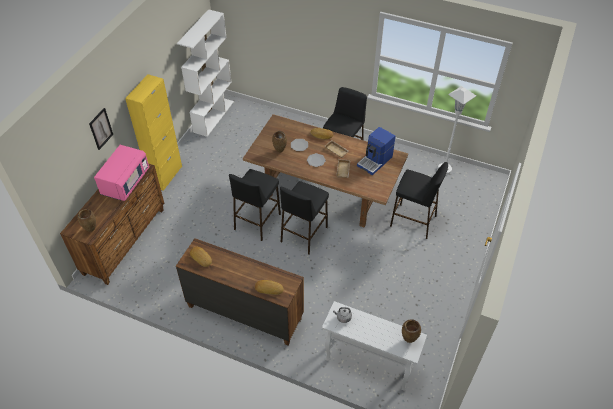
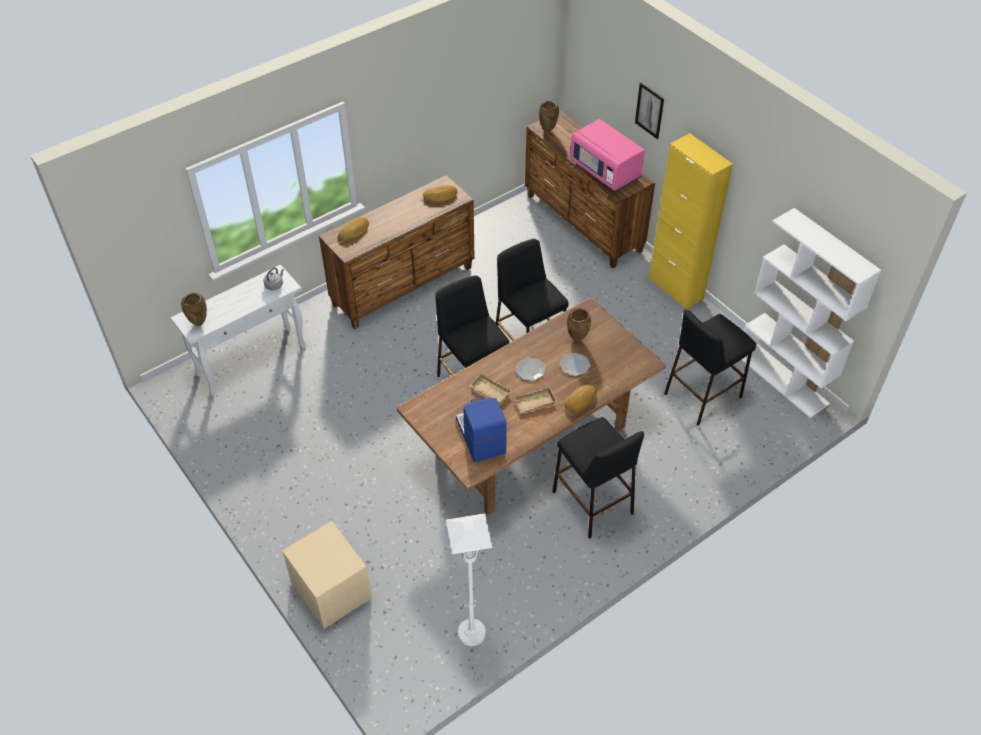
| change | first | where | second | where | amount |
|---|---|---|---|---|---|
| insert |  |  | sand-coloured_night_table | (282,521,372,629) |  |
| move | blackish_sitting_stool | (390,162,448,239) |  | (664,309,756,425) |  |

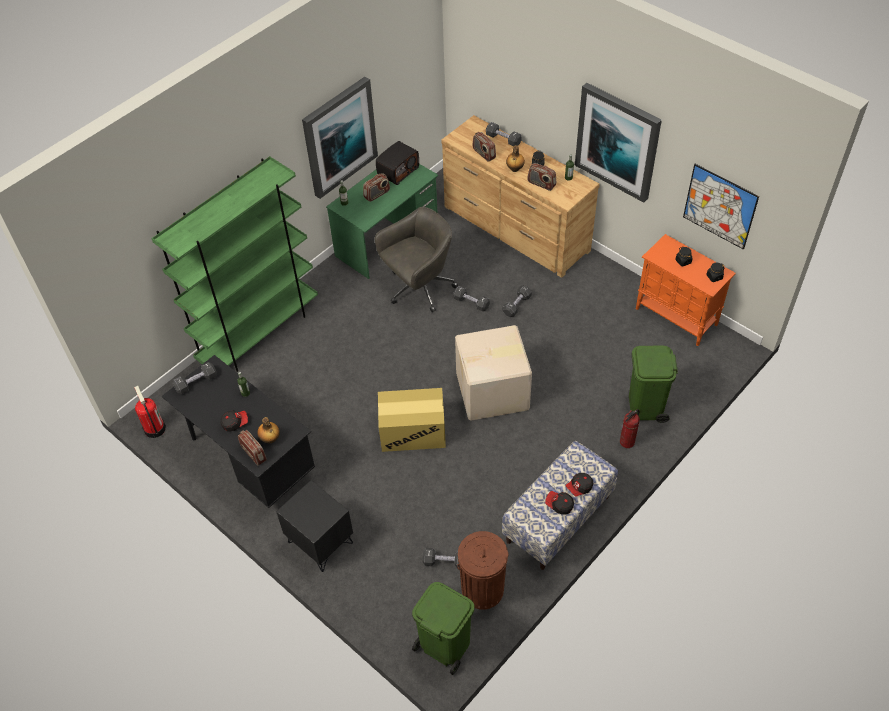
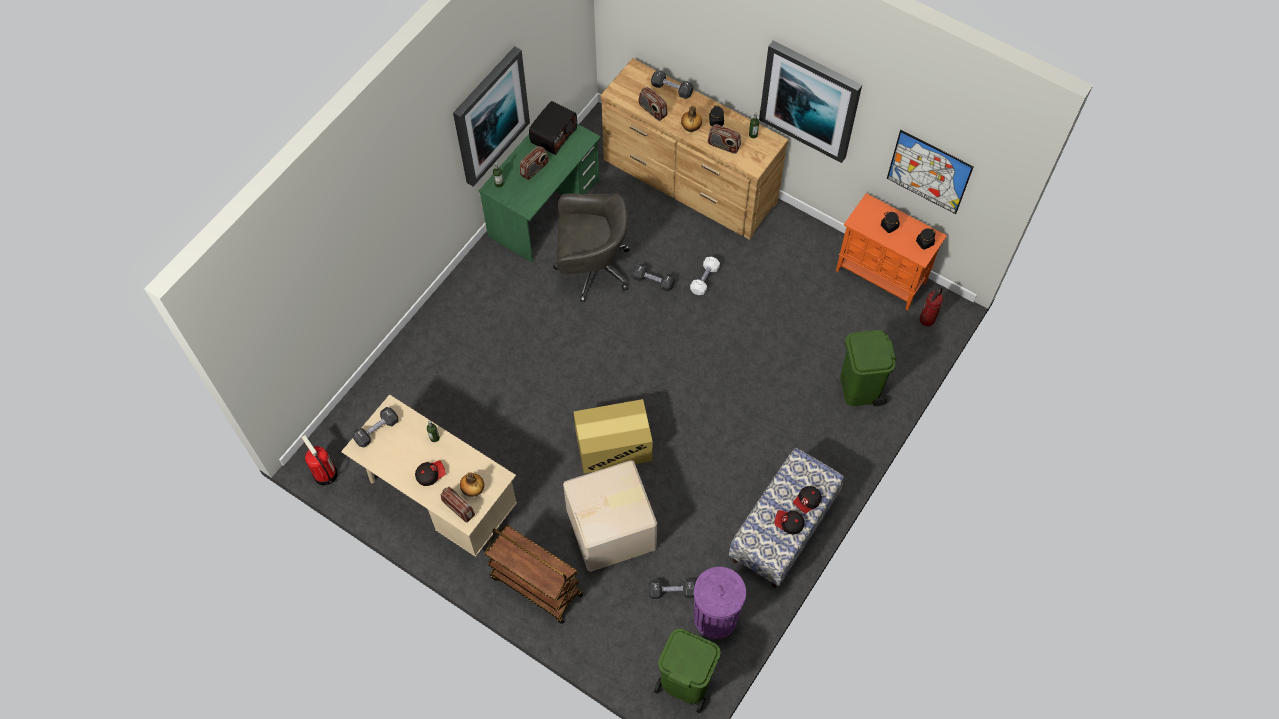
| change | first | where | second | where | amount |
|---|---|---|---|---|---|
| delete | green_bookshelf | (151,156,318,372) |  |  |  |
| move | cardboard_box | (455,325,532,421) |  | (563,460,657,572) |  |
| move | extinguisher | (620,409,640,448) |  | (919,288,943,326) |  |
| replace | blackish_night_table | (276,480,353,572) | brown-coloured_wheeled_cart | (484,525,583,624) |  |
| recolor | blackish_desk_table | (162,355,315,508) | sand-coloured_desk_table | (341,394,517,557) |  |
| recolor | brown-coloured_waste_bin | (457,531,508,610) | purplish_waste_bin | (694,567,746,639) |  |
| recolor | blackish_hand_weight | (502,285,532,317) | whitish_hand_weight | (690,257,720,295) |  |
| rotate | grey_computer_chair | (375,207,458,312) |  | (553,193,630,302) | 45 degrees clockwise |

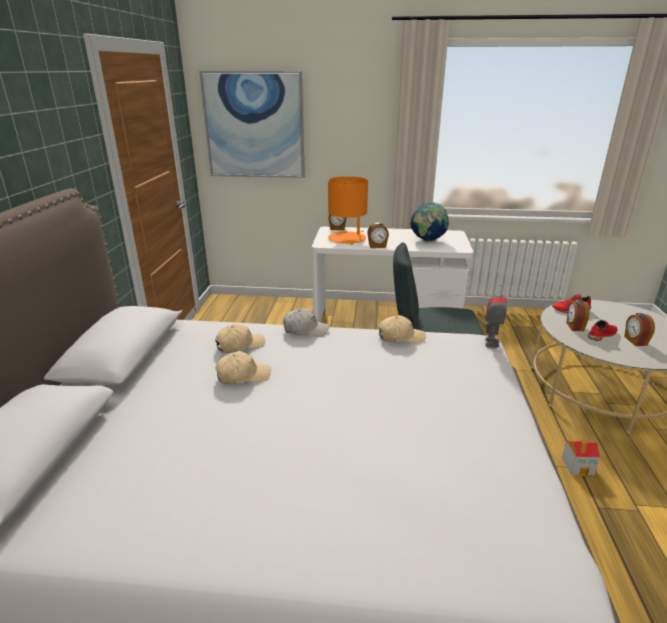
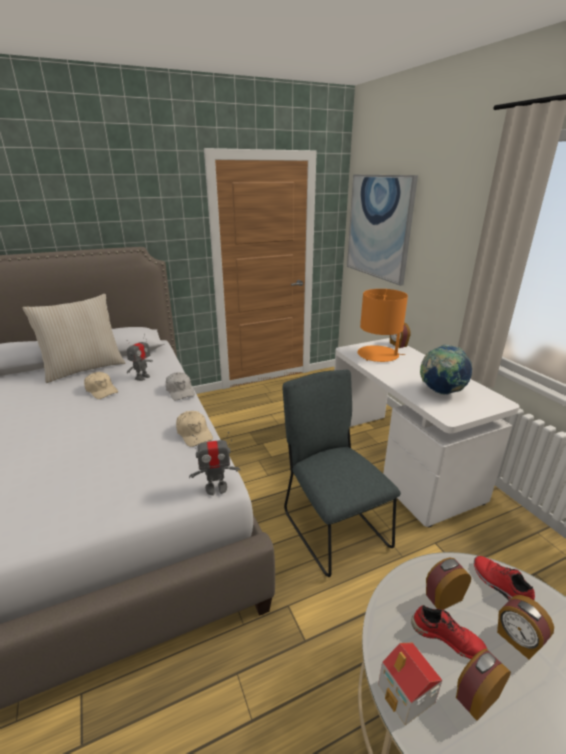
| change | first | where | second | where | amount |
|---|---|---|---|---|---|
| insert |  |  | sand-coloured_cushion | (23,294,125,383) |  |
| move | bedside_clock | (367,222,389,248) |  | (497,595,554,659) |  |
| move | toy_house | (562,441,600,476) |  | (378,642,442,725) |  |
| replace | sand-coloured_baseball_cap | (215,324,265,353) | model_robot | (127,334,153,381) |  |

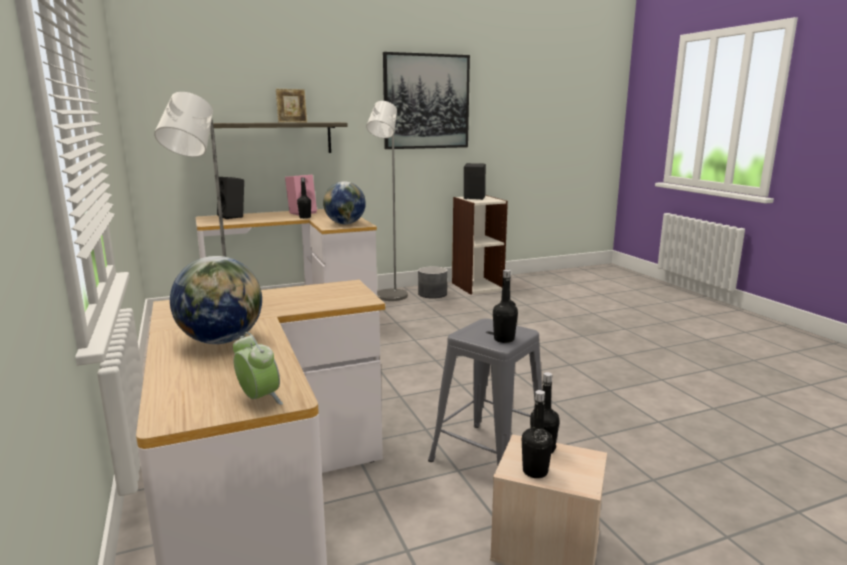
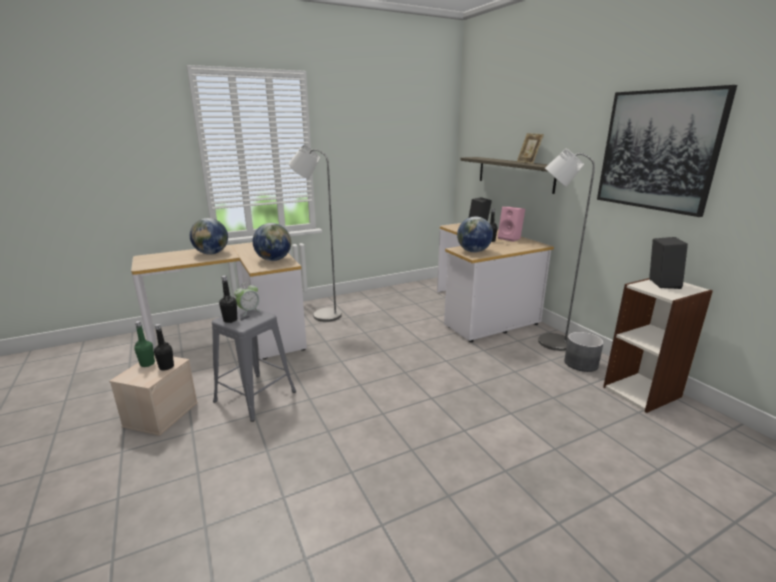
| change | first | where | second | where | amount |
|---|---|---|---|---|---|
| insert |  |  | globe | (253,223,291,261) |  |
| move | bedside_clock | (233,332,283,405) |  | (234,283,260,316) |  |
| recolor | blackish_drink_bottle | (522,390,553,478) | green_drink_bottle | (134,321,155,367) |  |

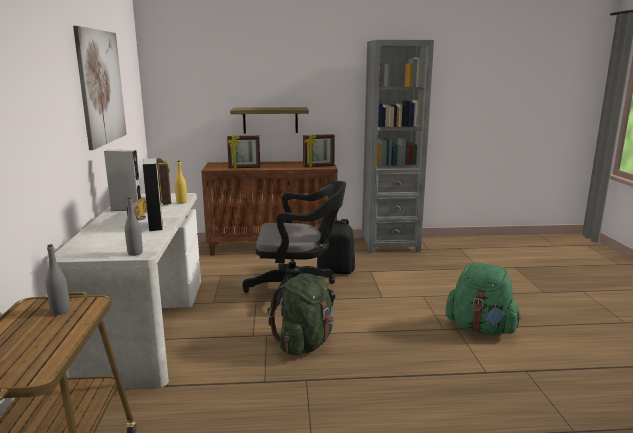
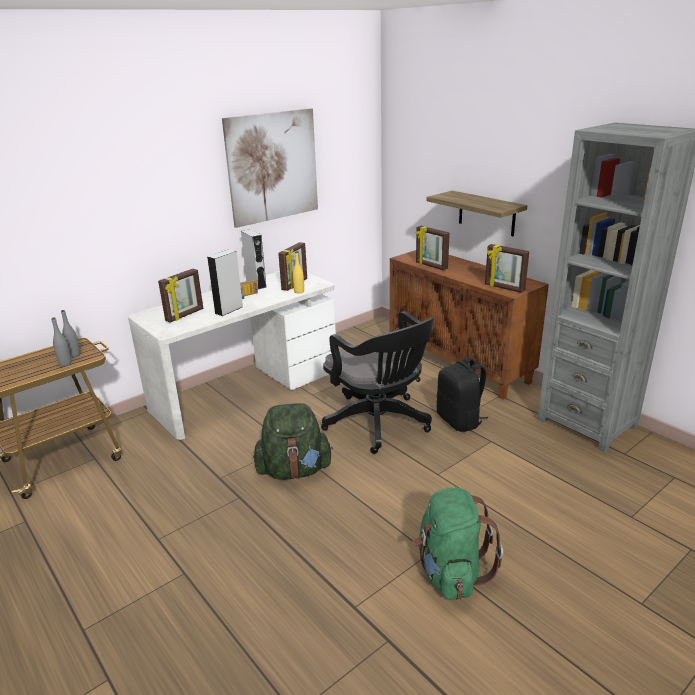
| change | first | where | second | where | amount |
|---|---|---|---|---|---|
| insert |  |  | standing_frame | (158,269,203,322) |  |
| move | grey_drink_bottle | (125,197,143,256) |  | (51,317,72,366) |  |

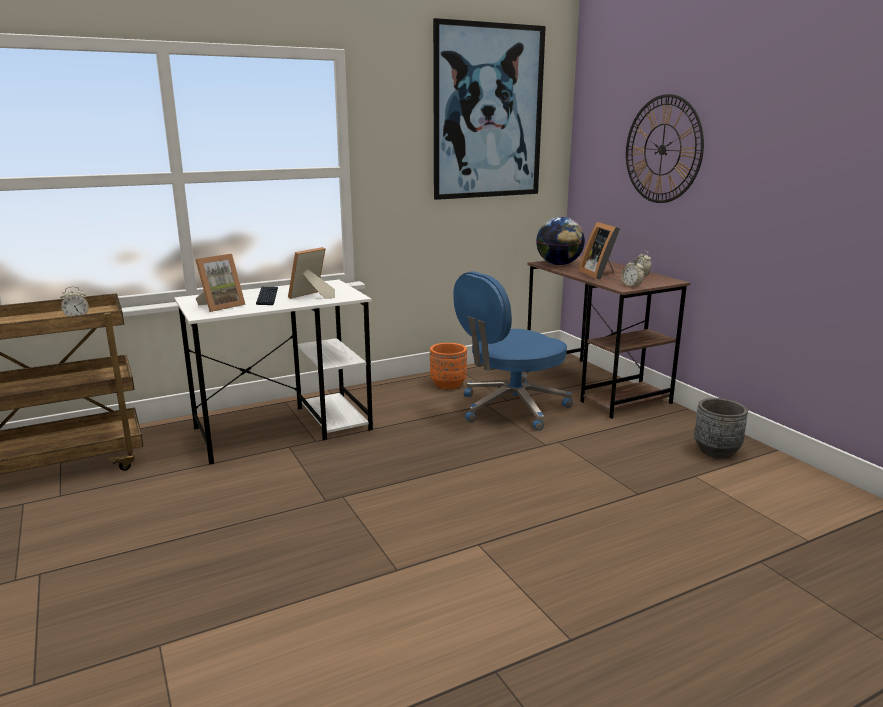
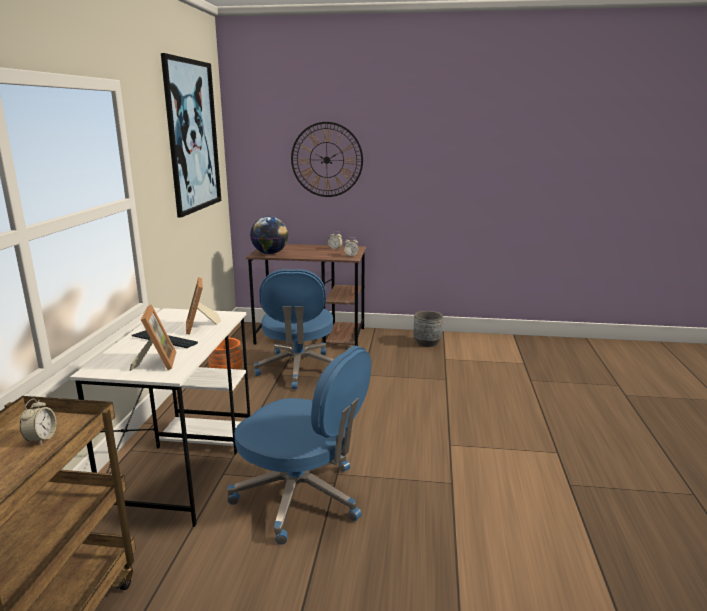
| change | first | where | second | where | amount |
|---|---|---|---|---|---|
| delete | standing_frame | (579,222,620,280) |  |  |  |
| insert |  |  | bluish_computer_chair | (227,346,371,545) |  |

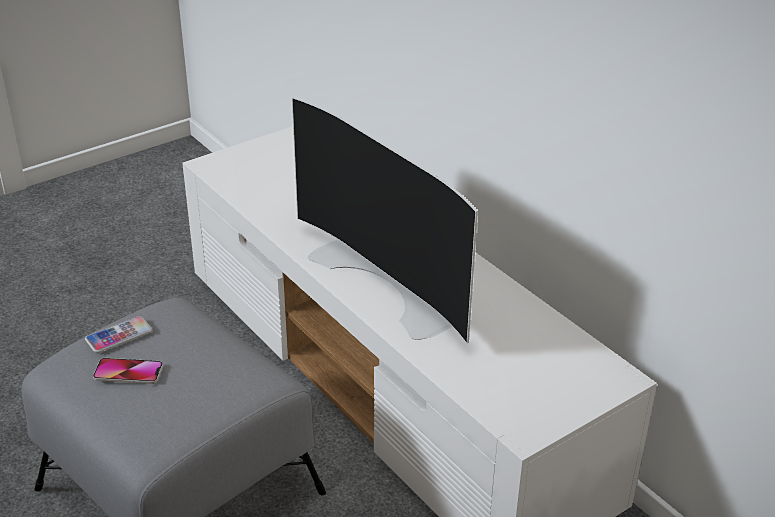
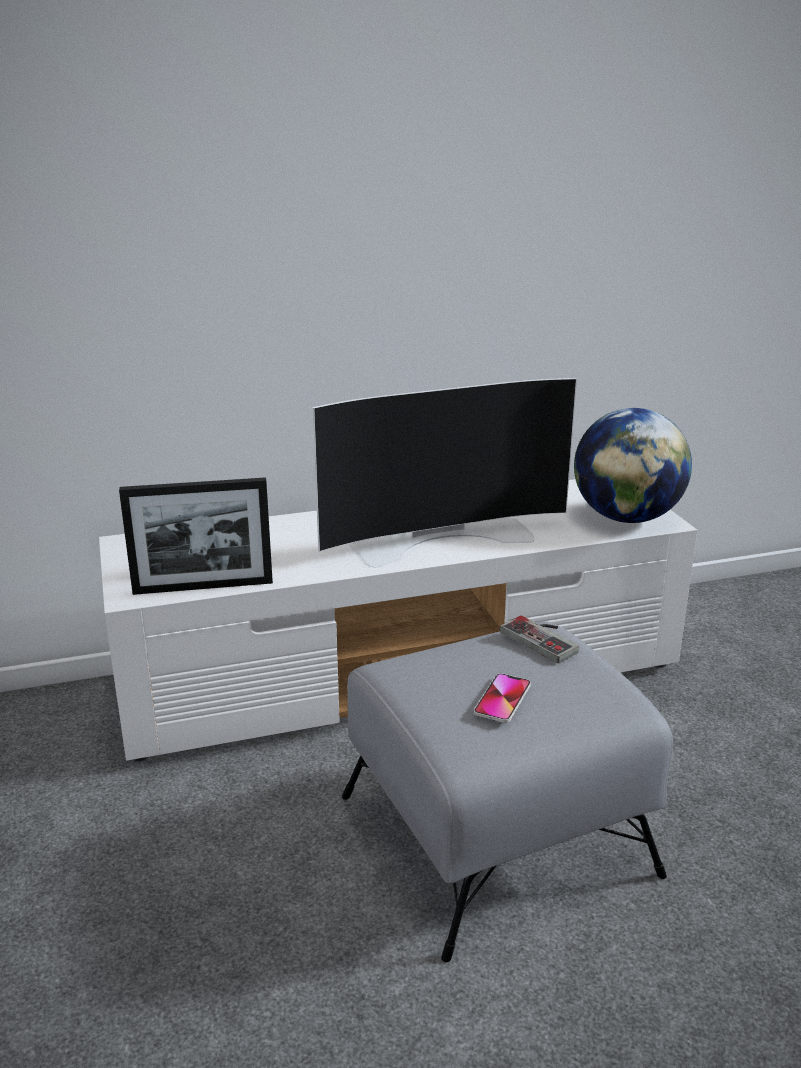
| change | first | where | second | where | amount |
|---|---|---|---|---|---|
| delete | phone | (85,316,152,353) |  |  |  |
| insert |  |  | standing_frame | (119,477,273,595) |  |
| insert |  |  | joypad | (500,616,579,663) |  |
| insert |  |  | globe | (574,408,692,523) |  |

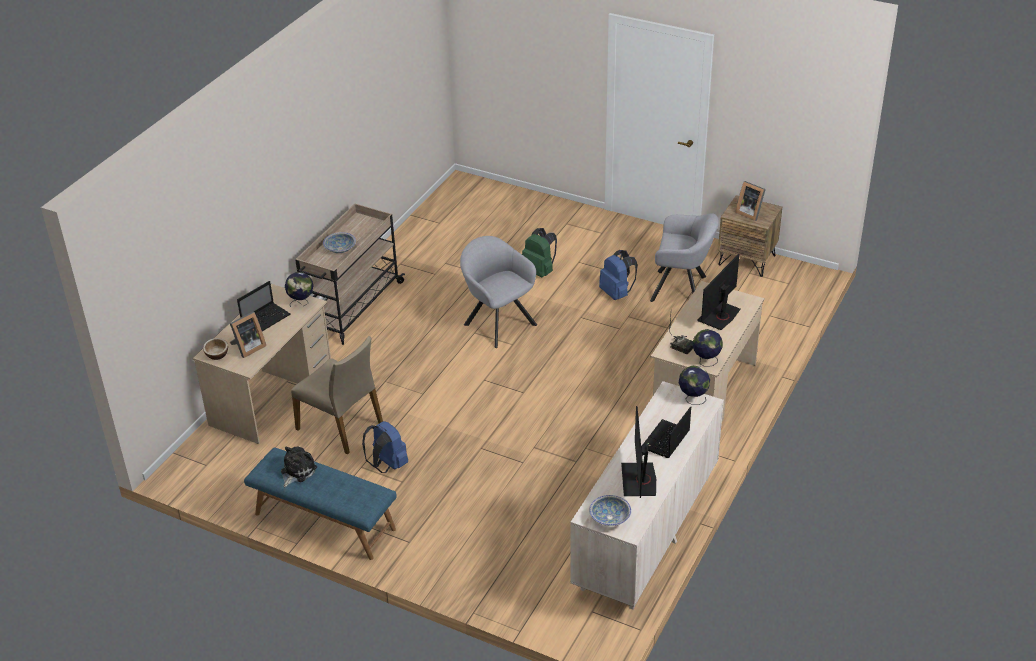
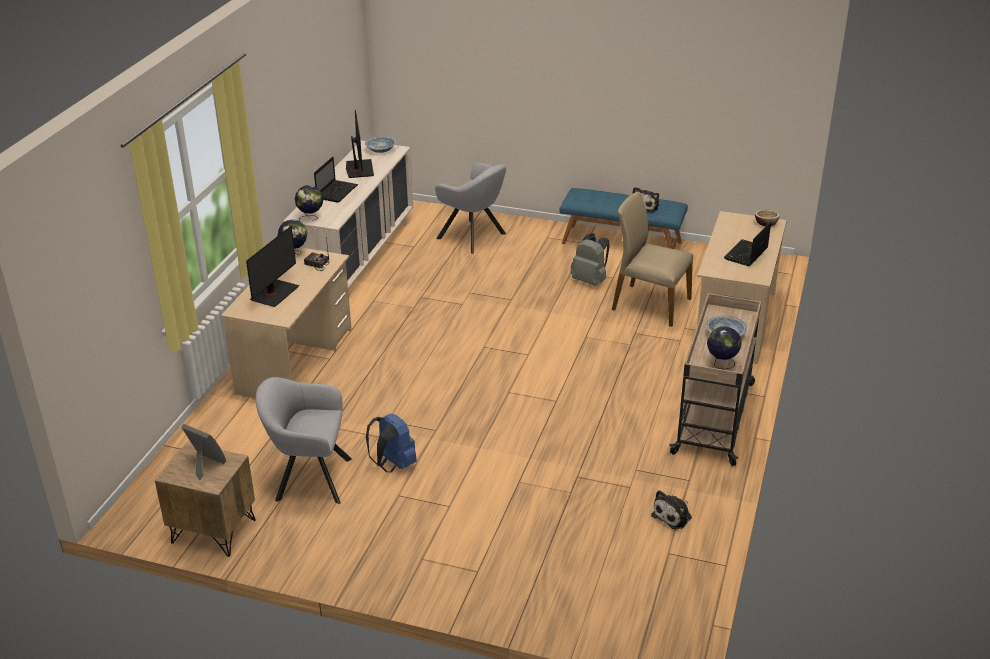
| change | first | where | second | where | amount |
|---|---|---|---|---|---|
| delete | standing_frame | (230,312,266,358) |  |  |  |
| delete | green_rucksack | (522,228,557,278) |  |  |  |
| insert |  |  | soft_toy | (651,490,692,529) |  |
| move | globe | (285,272,313,307) |  | (707,326,742,369) |  |
| move | grey_armchair | (460,236,537,348) |  | (435,163,506,254) |  |
| recolor | bluish_rucksack | (362,421,408,473) | grey_rucksack | (570,233,610,286) |  |

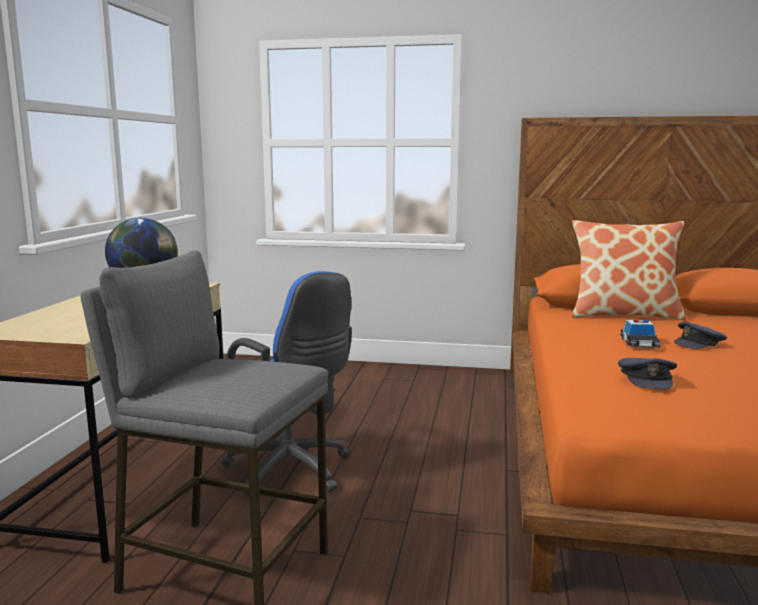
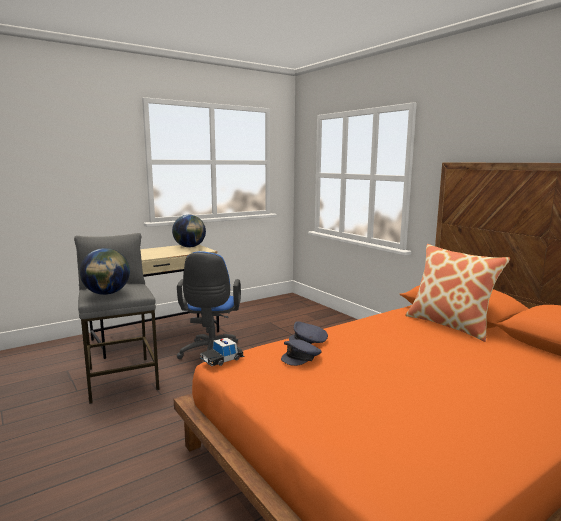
| change | first | where | second | where | amount |
|---|---|---|---|---|---|
| insert |  |  | globe | (80,248,130,295) |  |
| move | model_car | (619,320,661,348) |  | (200,338,245,366) |  |
| move | grey_baseball_cap | (674,322,727,349) |  | (289,321,328,344) |  |

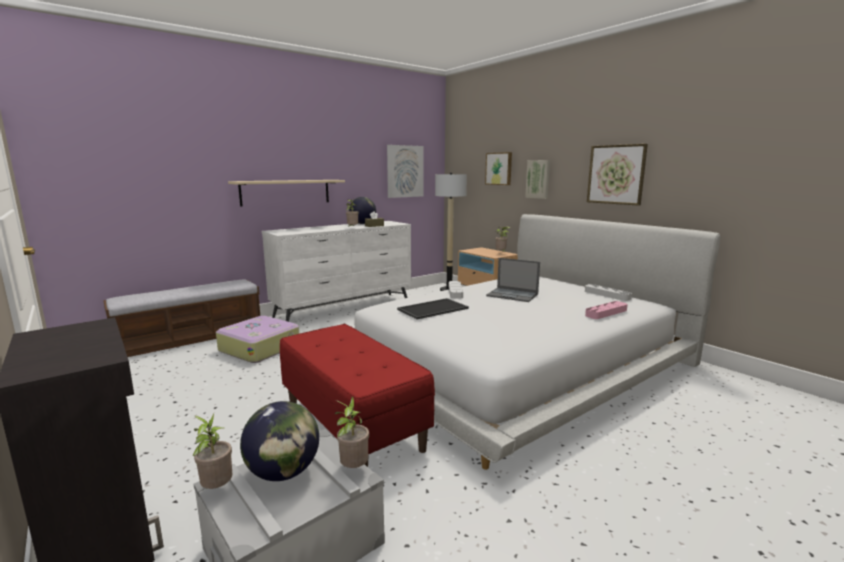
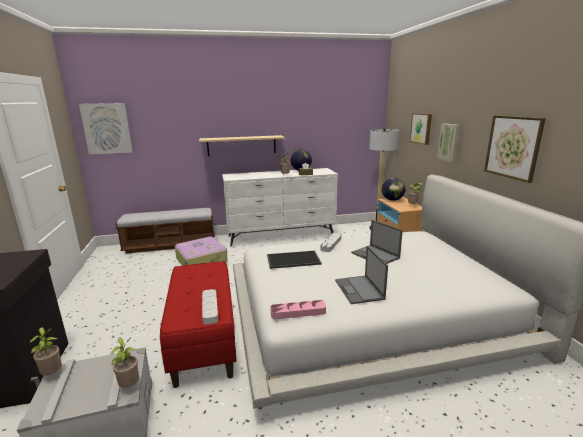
| change | first | where | second | where | amount |
|---|---|---|---|---|---|
| insert |  |  | notebook_computer | (335,246,388,304) |  |
| move | globe | (240,401,319,481) |  | (382,177,406,201) |  |
| move | wall_art | (387,145,423,198) |  | (79,103,132,154) |  |
| move | grey_serving_tray | (585,284,632,301) |  | (202,289,218,325) |  |
| move | pink-coloured_serving_tray | (585,301,628,319) |  | (270,300,326,319) |  |

